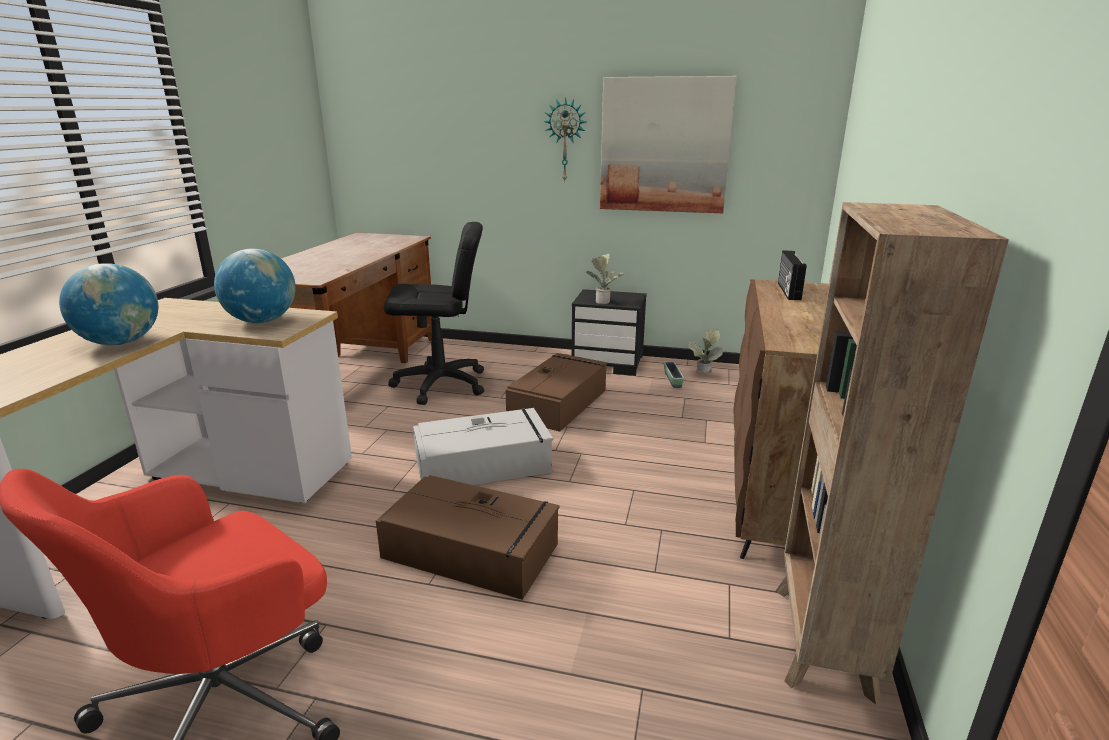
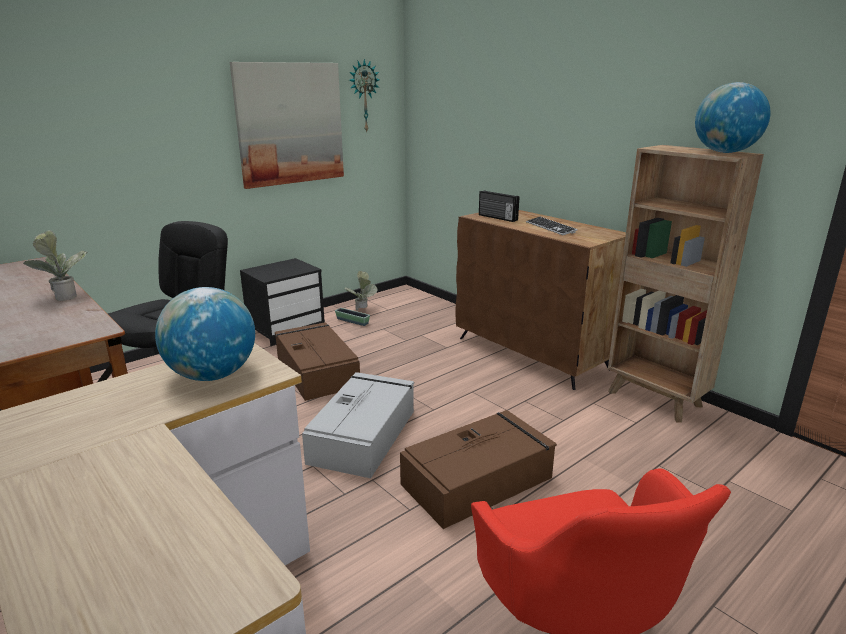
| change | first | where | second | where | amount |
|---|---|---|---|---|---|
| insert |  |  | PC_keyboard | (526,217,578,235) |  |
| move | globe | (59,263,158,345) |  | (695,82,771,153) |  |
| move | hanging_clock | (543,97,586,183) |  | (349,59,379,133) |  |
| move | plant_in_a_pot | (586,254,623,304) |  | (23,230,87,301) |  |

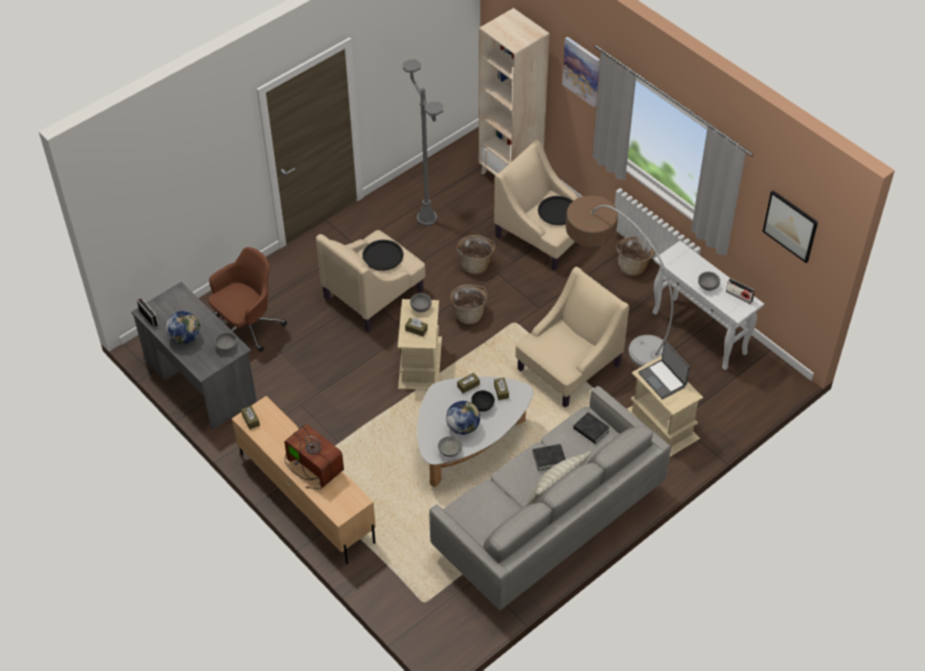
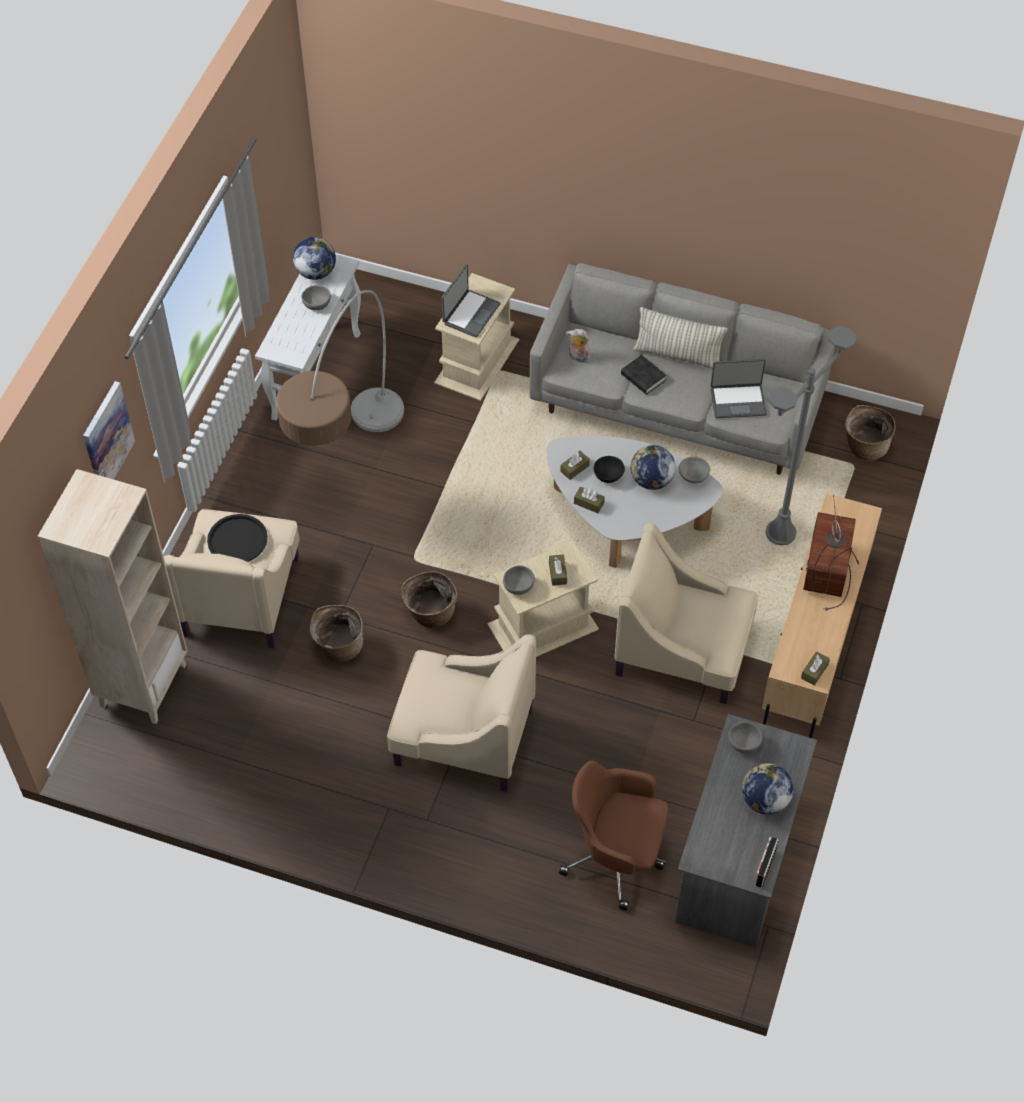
| change | first | where | second | where | amount |
|---|---|---|---|---|---|
| delete | blackish_serving_tray | (362,240,403,271) |  |  |  |
| delete | wall_art | (762,190,818,263) |  |  |  |
| insert |  |  | notebook_computer | (711,359,767,418) |  |
| move | grey_standing_lamp | (403,59,443,226) |  | (766,326,857,545) |  |
| move | sand-coloured_armchair | (515,266,629,408) |  | (614,523,758,704) |  |
| move | household_basket | (616,237,655,276) |  | (845,405,895,460) |  |
| replace | blackish_bound_book | (573,412,610,444) | soft_toy | (566,329,590,363) |  |
| replace | radio_receiver | (726,278,755,304) | globe | (293,237,336,280) |  |

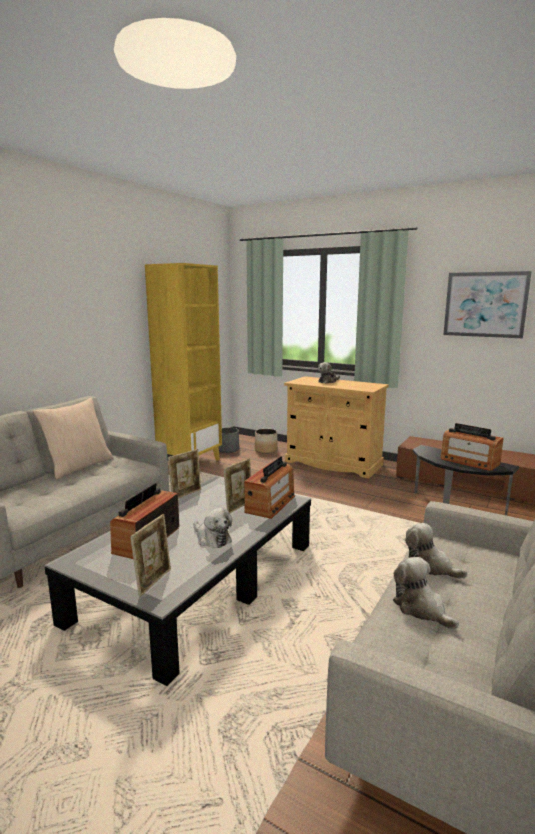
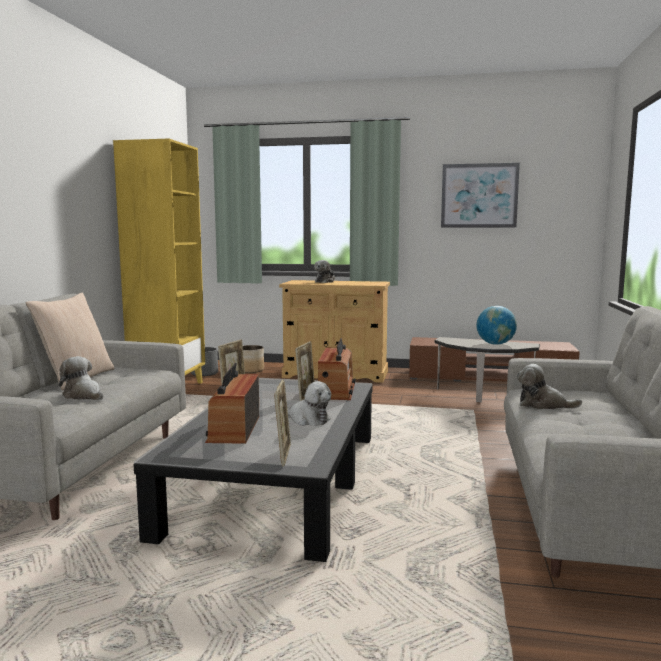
| change | first | where | second | where | amount |
|---|---|---|---|---|---|
| move | soft_toy | (393,557,459,629) |  | (59,356,103,400) |  |
| replace | radio_receiver | (441,423,504,471) | globe | (477,306,517,345) |  |

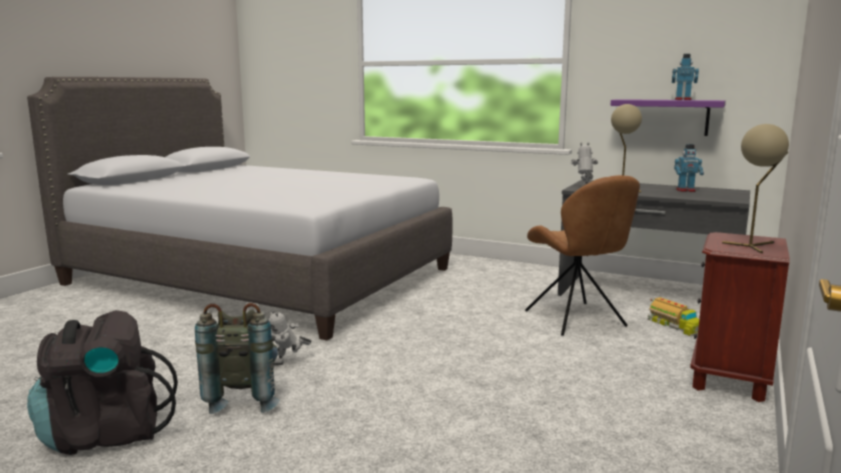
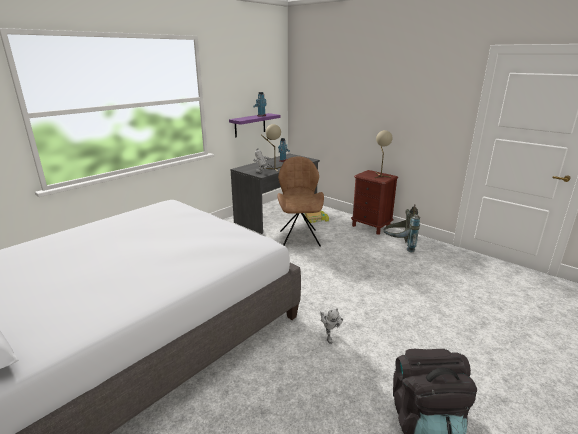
| change | first | where | second | where | amount |
|---|---|---|---|---|---|
| move | grey_rucksack | (195,303,280,414) |  | (384,204,420,253) |  |
| rotate | brown-coloured_upright_chair | (525,175,640,336) |  | (277,156,324,247) | 90 degrees counterclockwise |

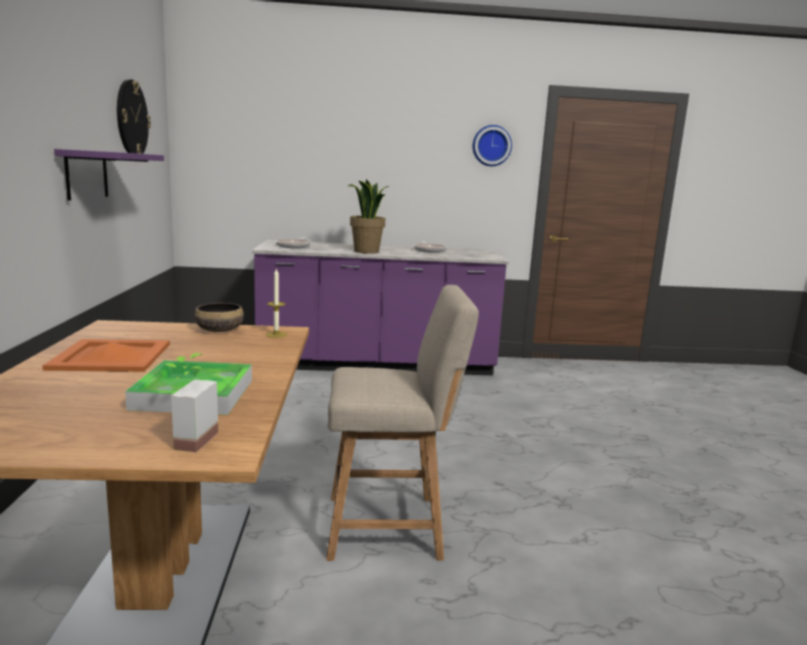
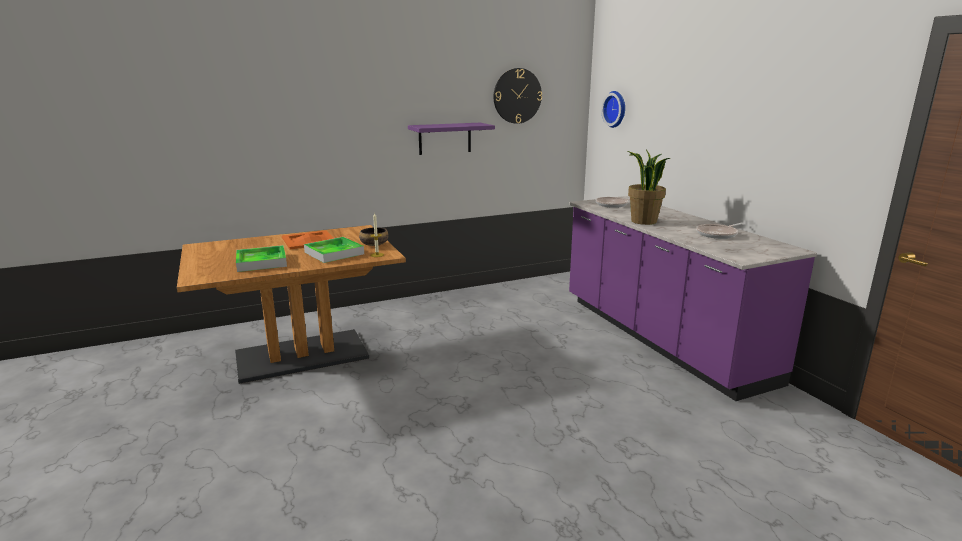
| change | first | where | second | where | amount |
|---|---|---|---|---|---|
| delete | plant_in_a_pot | (164,353,218,452) |  |  |  |
| delete | sand-coloured_upright_chair | (326,285,479,561) |  |  |  |
| insert |  |  | serving_tray | (304,237,364,263) |  |
| move | hanging_clock | (473,125,512,166) |  | (601,91,625,128) |  |

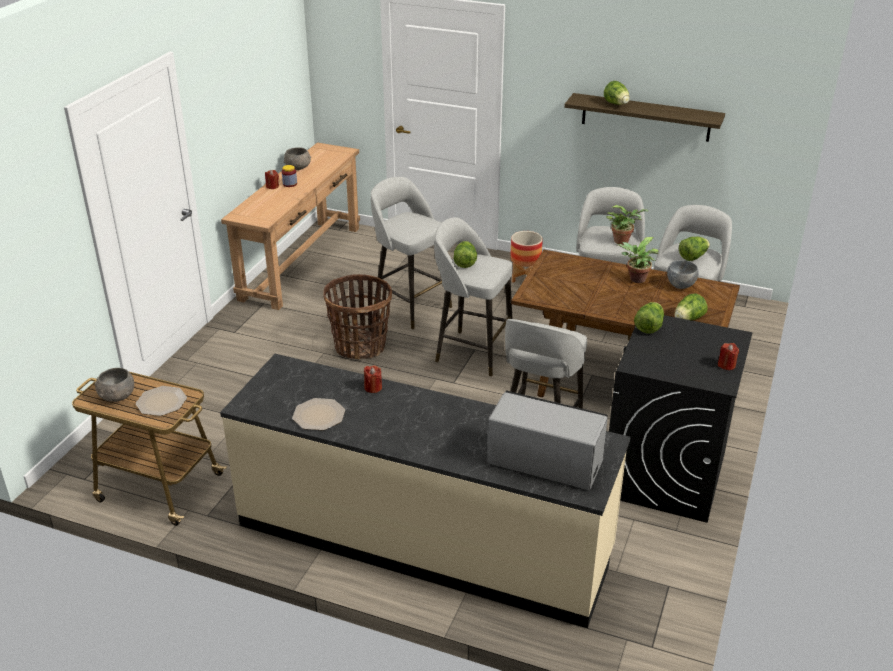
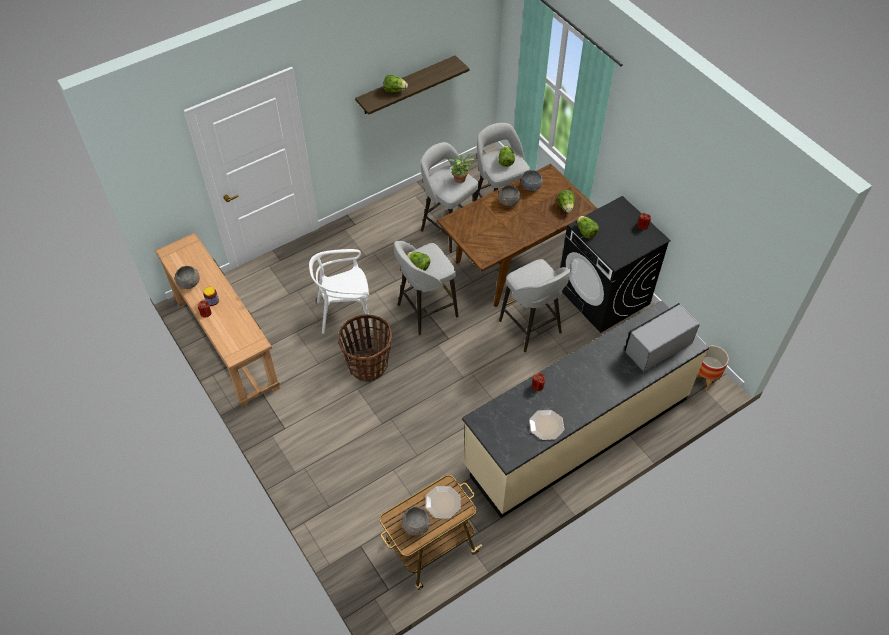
| change | first | where | second | where | amount |
|---|---|---|---|---|---|
| move | plant_pot | (510,231,543,283) |  | (697,346,729,391) |  |
| replace | grey_sitting_stool | (371,177,452,329) | whitish_upright_chair | (309,249,373,334) |  |
| replace | plant_in_a_pot | (618,237,659,283) | grey_bowl | (498,185,521,206) |  |

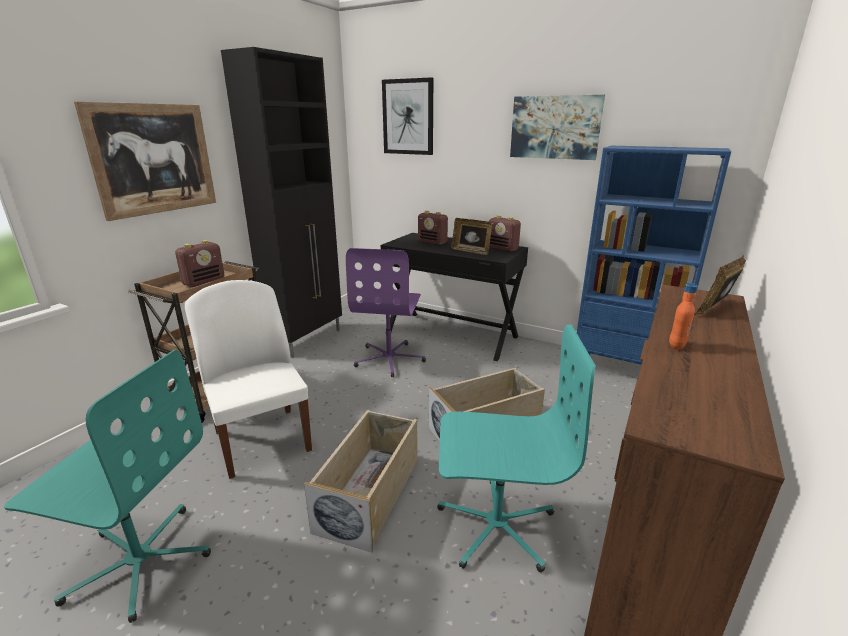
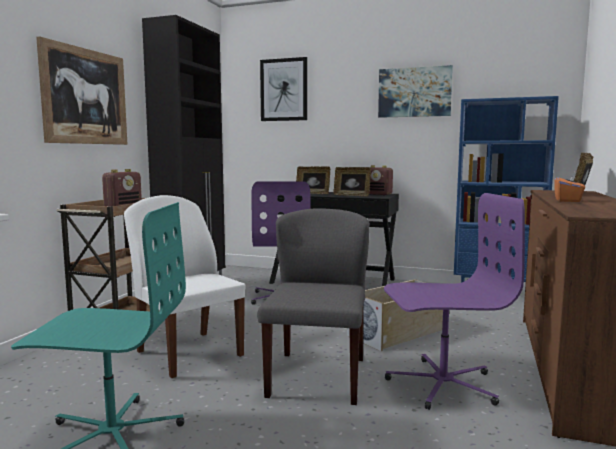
| change | first | where | second | where | amount |
|---|---|---|---|---|---|
| replace | sand-coloured_storage_container | (304,409,418,553) | grey_upright_chair | (258,208,369,405) |  |
| replace | radio_receiver | (418,211,448,245) | standing_frame | (296,167,330,194) |  |
| replace | orange_drink_bottle | (669,283,698,350) | orange_tissue_box | (554,171,585,202) |  |
| recolor | turquoise-coloured_computer_chair | (437,324,596,573) | purplish_computer_chair | (384,193,525,410) |  |

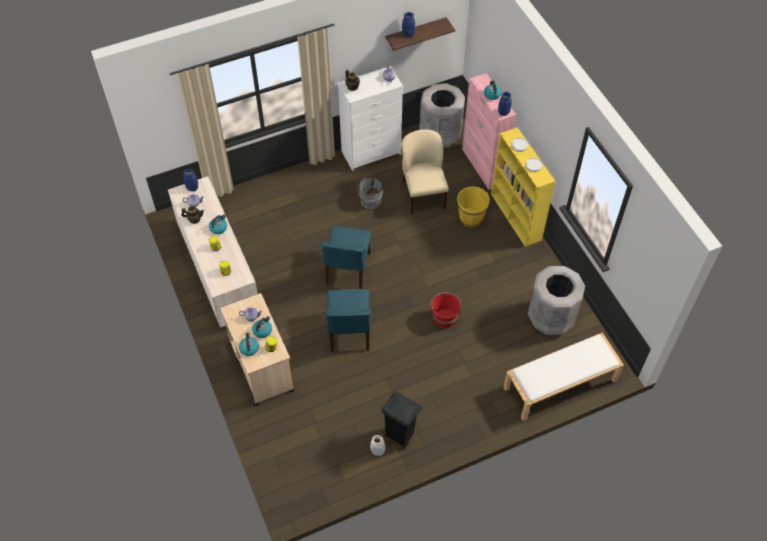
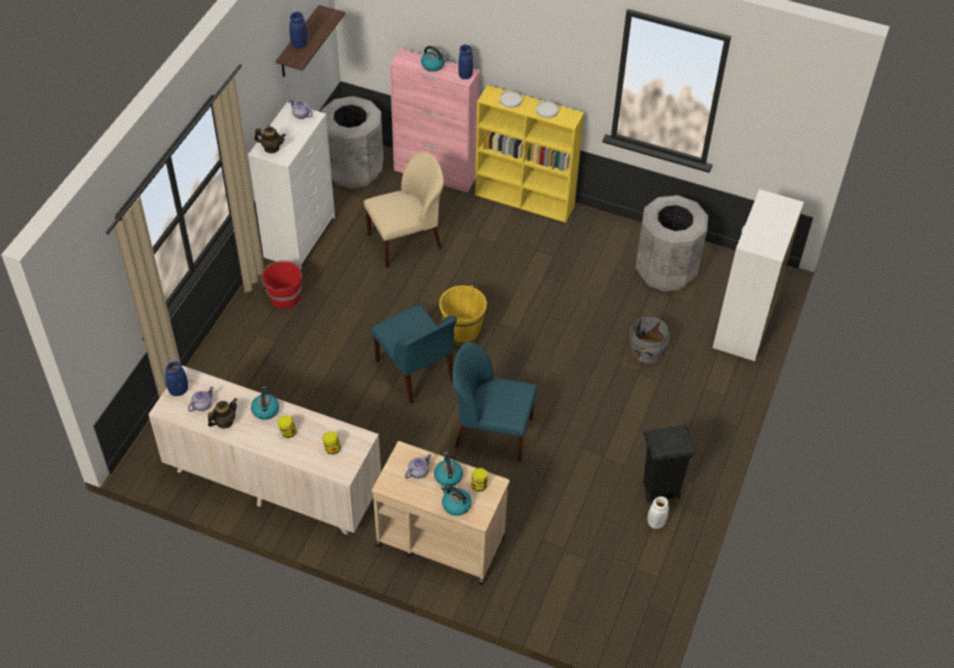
| change | first | where | second | where | amount |
|---|---|---|---|---|---|
| move | grey_bucket | (357,178,383,209) |  | (630,317,670,363) |  |
| move | red_bucket | (431,292,461,328) |  | (261,260,302,309) |  |
| move | yellow_bucket | (457,186,490,227) |  | (439,285,487,345) |  |
| replace | whitish_long_seat | (503,332,624,421) | whitish_chest_of_drawers | (713,189,804,361) |  |
| rotate | bluish_upright_chair | (325,289,371,352) |  | (452,342,537,462) | 150 degrees clockwise |
| rotate | sand-coloured_upright_chair | (402,129,449,215) |  | (364,152,444,268) | 120 degrees clockwise |

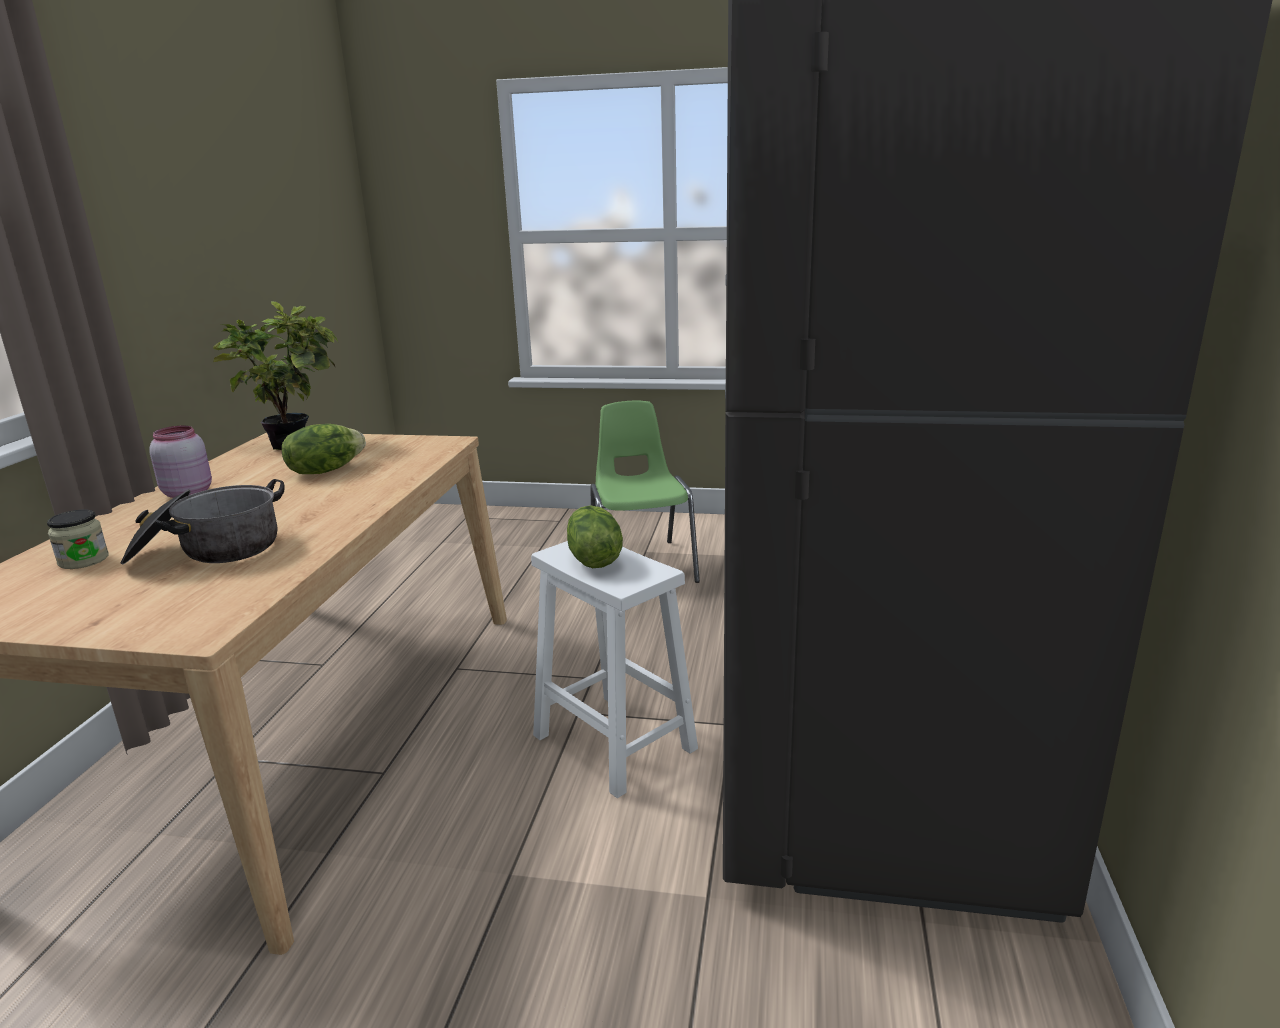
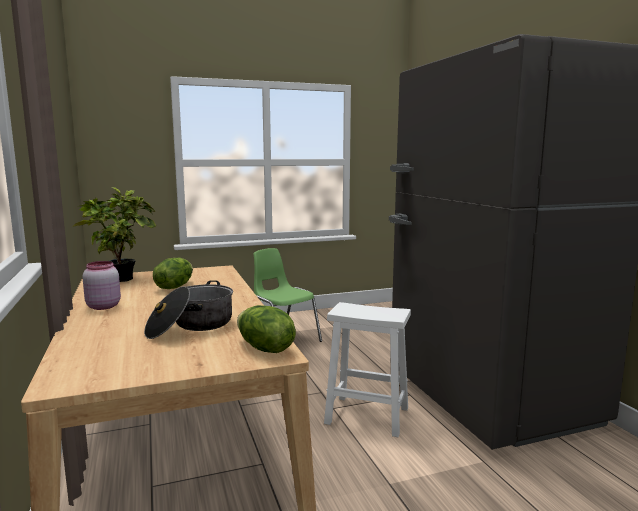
| change | first | where | second | where | amount |
|---|---|---|---|---|---|
| delete | jar | (47,509,109,569) |  |  |  |
| move | lettuce | (567,505,623,568) |  | (237,305,296,353) |  |

